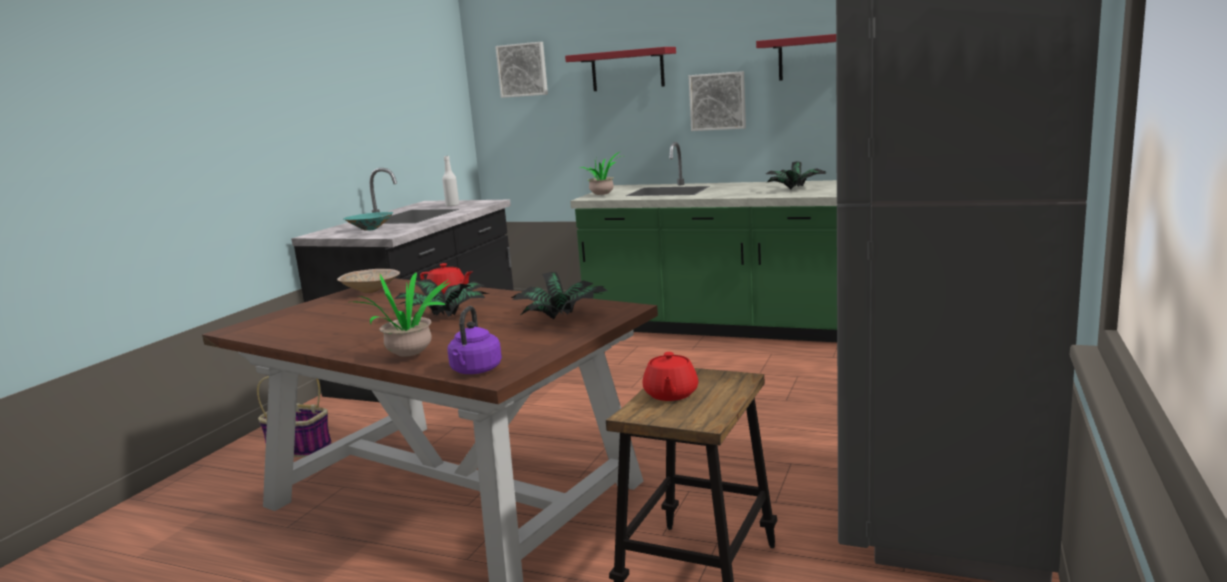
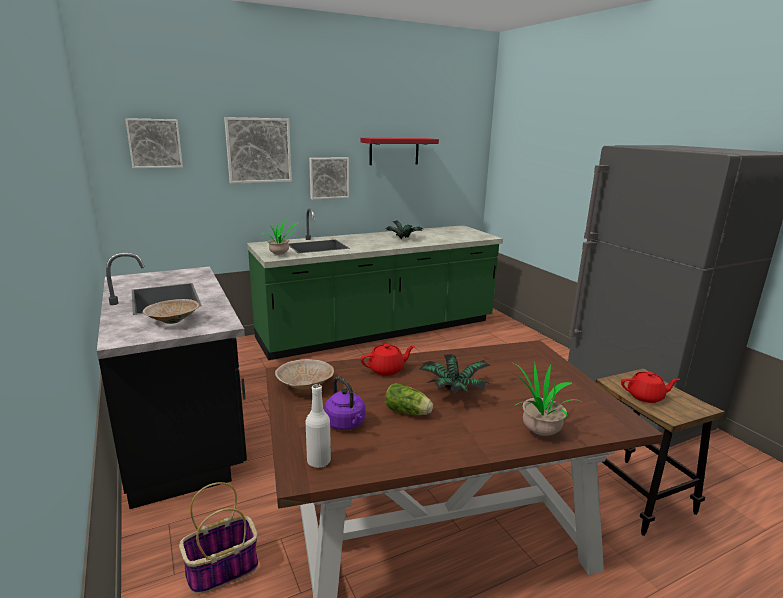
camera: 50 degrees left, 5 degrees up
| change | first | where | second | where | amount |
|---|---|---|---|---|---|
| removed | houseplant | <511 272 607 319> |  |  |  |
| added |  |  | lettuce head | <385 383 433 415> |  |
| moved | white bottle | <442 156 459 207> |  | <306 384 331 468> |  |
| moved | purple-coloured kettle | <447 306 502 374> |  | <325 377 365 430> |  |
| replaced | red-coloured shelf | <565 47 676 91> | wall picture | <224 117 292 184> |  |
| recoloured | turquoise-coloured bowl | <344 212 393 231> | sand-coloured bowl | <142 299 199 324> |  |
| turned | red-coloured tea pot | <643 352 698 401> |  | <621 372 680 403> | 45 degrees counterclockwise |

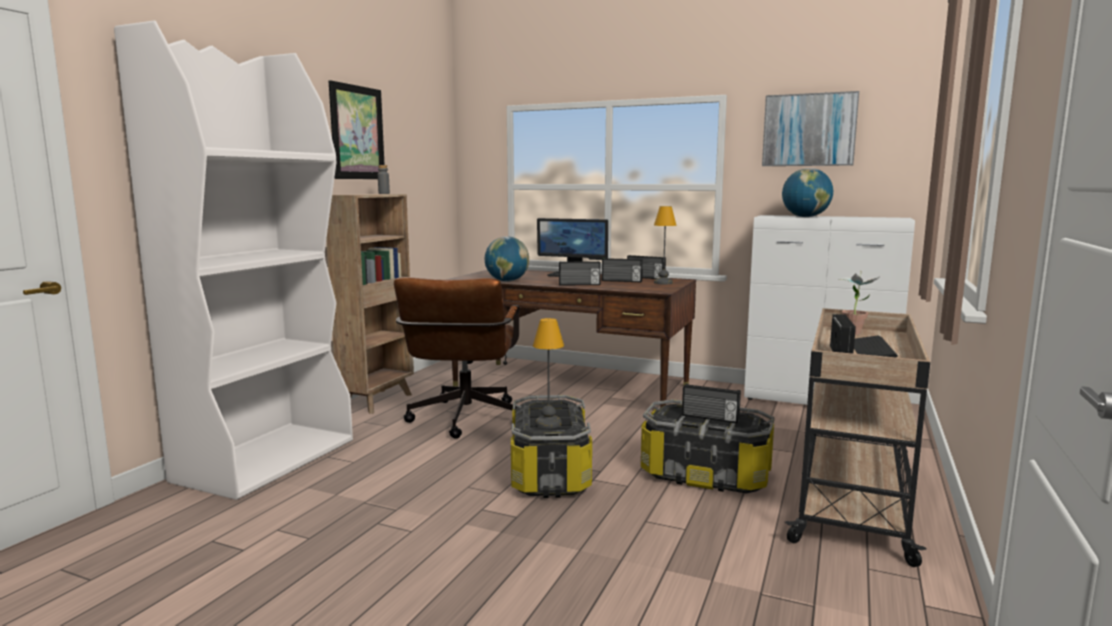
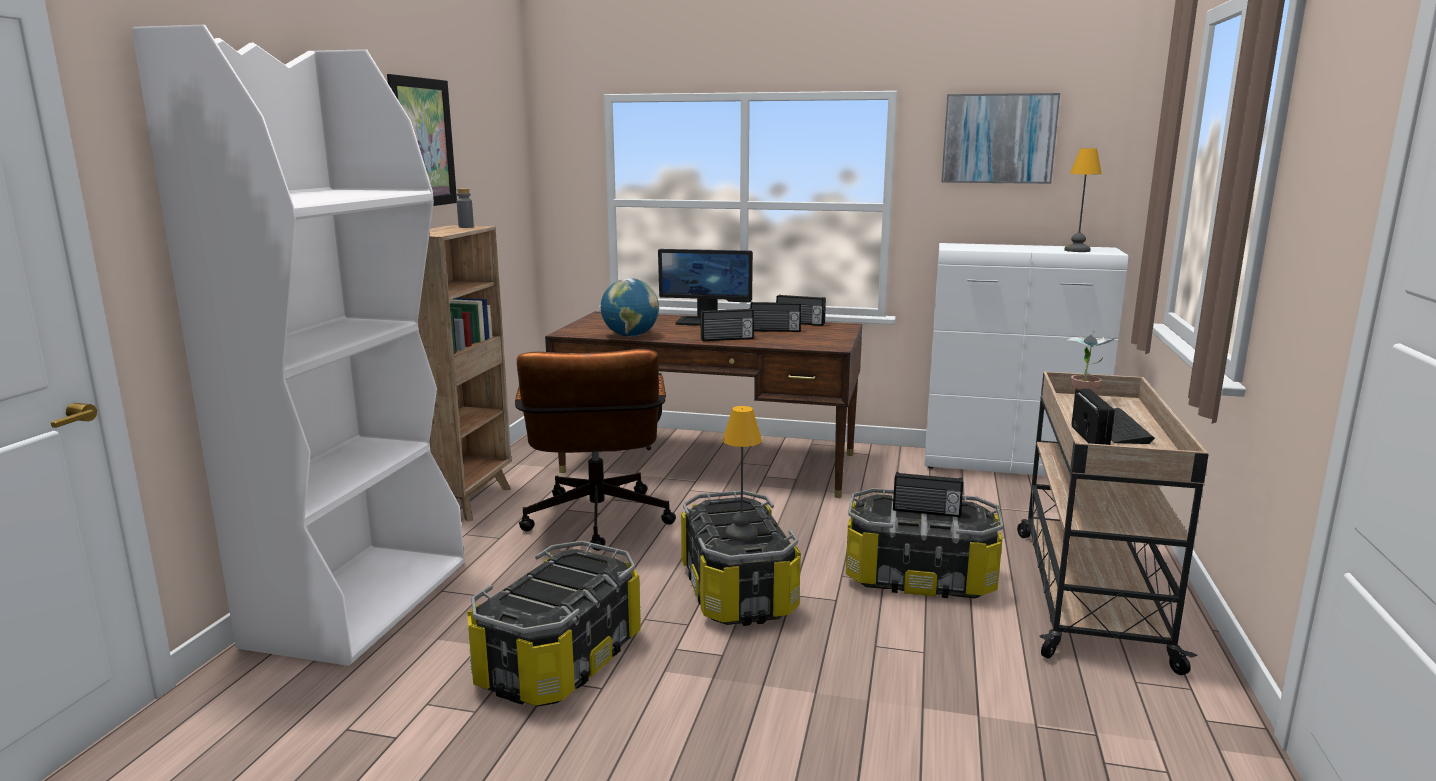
camera: 10 degrees left, 5 degrees up
| change | first | where | second | where | amount |
|---|---|---|---|---|---|
| removed | world globe | <782 168 833 217> |  |  |  |
| added |  |  | storage container | <467 541 641 707> |  |
| moved | tabletop lamp | <654 206 677 284> |  | <1064 148 1102 252> |  |

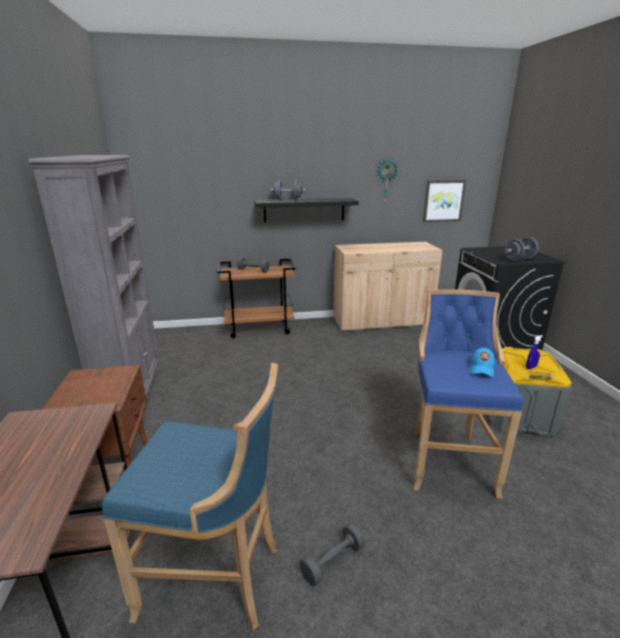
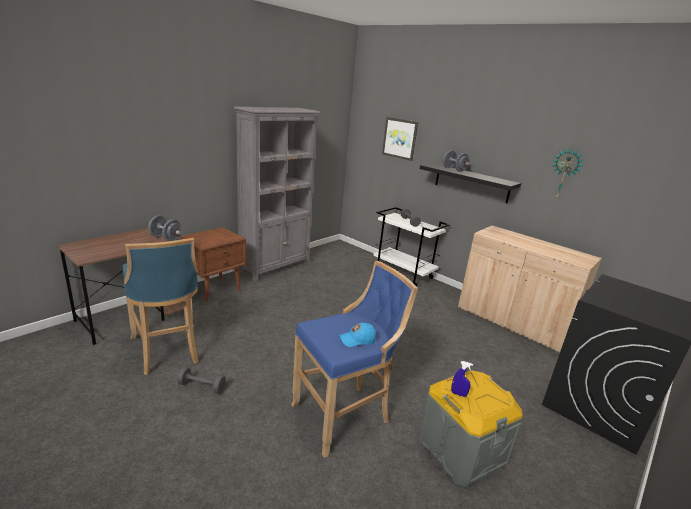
camera: 50 degrees right, 0 degrees up
| change | first | where | second | where | amount |
|---|---|---|---|---|---|
| moved | wall picture | <423 180 466 222> |  | <382 117 418 161> |  |
| moved | grey hand weight | <505 237 538 261> |  | <148 215 182 241> |  |
| recoloured | brown cart | <217 259 296 338> | white cart | <373 207 450 286> |  |

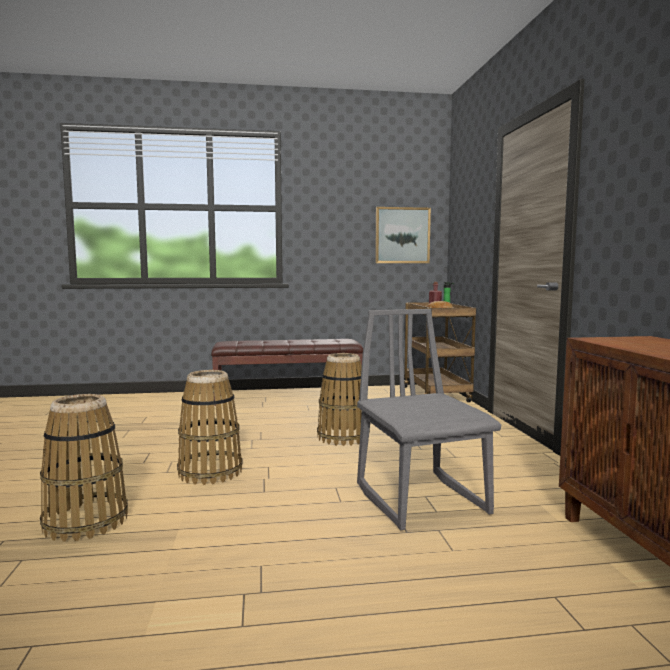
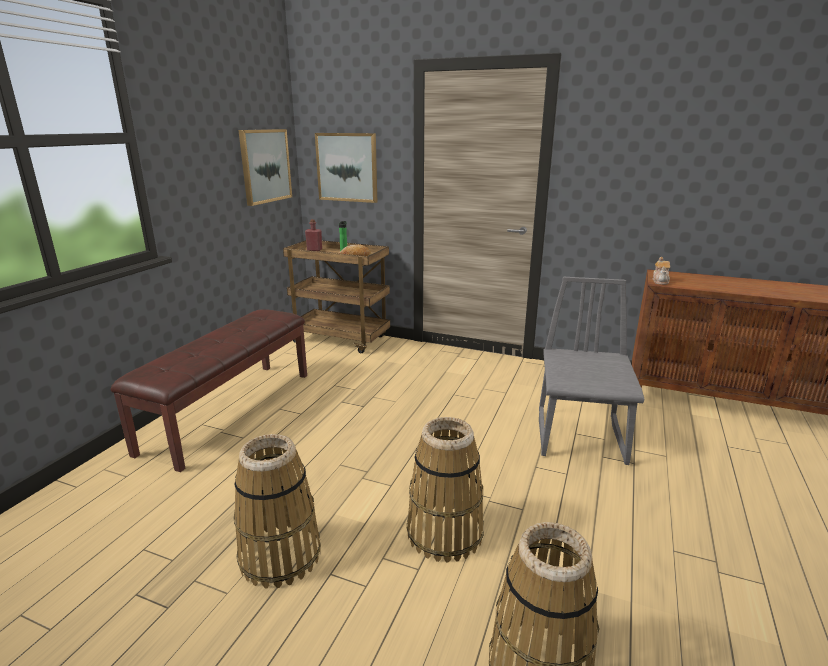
camera: 60 degrees left, 15 degrees up
| change | first | where | second | where | amount |
|---|---|---|---|---|---|
| added |  |  | wall picture | <315 133 377 203> |  |
| added |  |  | tea pot | <653 257 670 285> |  |
| moved | household basket | <317 353 370 446> |  | <234 434 321 588> |  |
| turned | grey plain chair | <357 309 501 530> |  | <539 277 645 465> | 90 degrees clockwise |

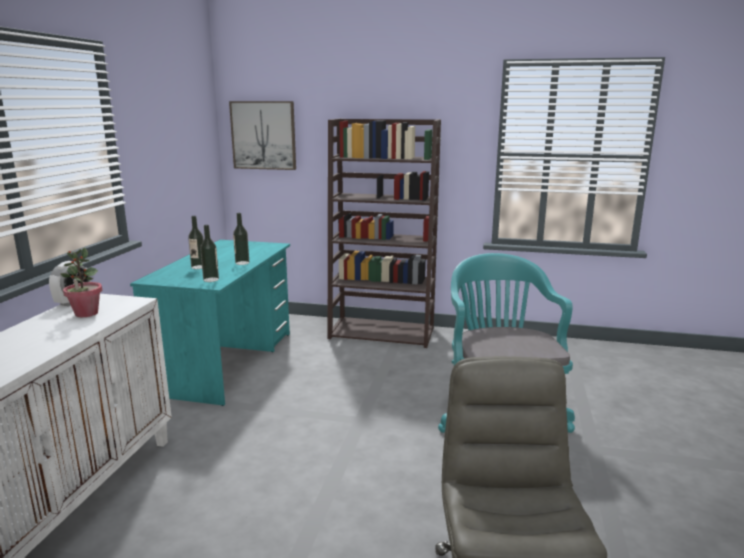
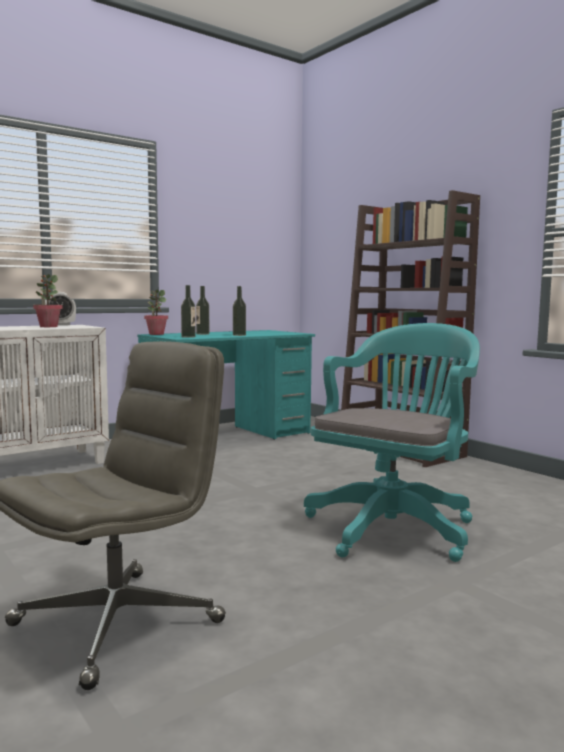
camera: 40 degrees right, 10 degrees down
| change | first | where | second | where | amount |
|---|---|---|---|---|---|
| removed | wall picture | <229 101 296 170> |  |  |  |
| added |  |  | houseplant | <144 289 168 335> |  |

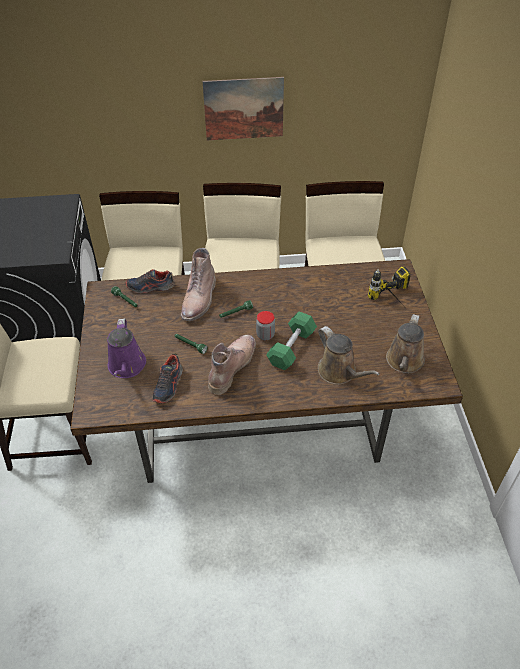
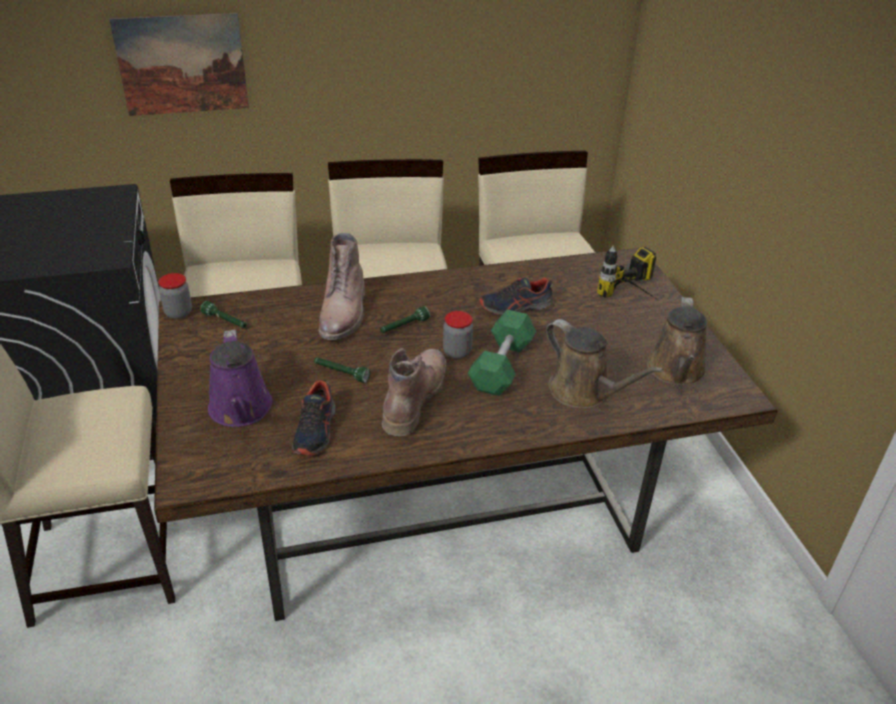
camera: 10 degrees left, 10 degrees down
| change | first | where | second | where | amount |
|---|---|---|---|---|---|
| added |  |  | storage jar | <158 273 192 319> |  |
| moved | shoe | <126 269 175 293> |  | <480 277 554 315> |  |
| moved | wall picture | <202 77 284 141> |  | <109 13 249 116> |  |

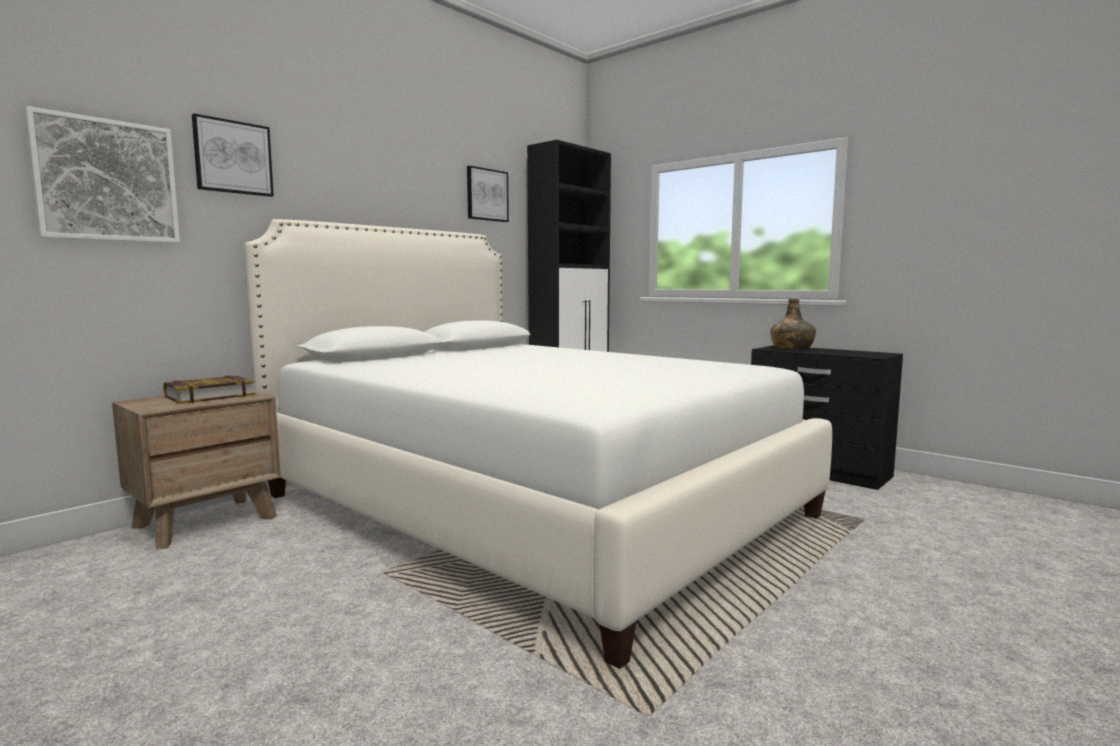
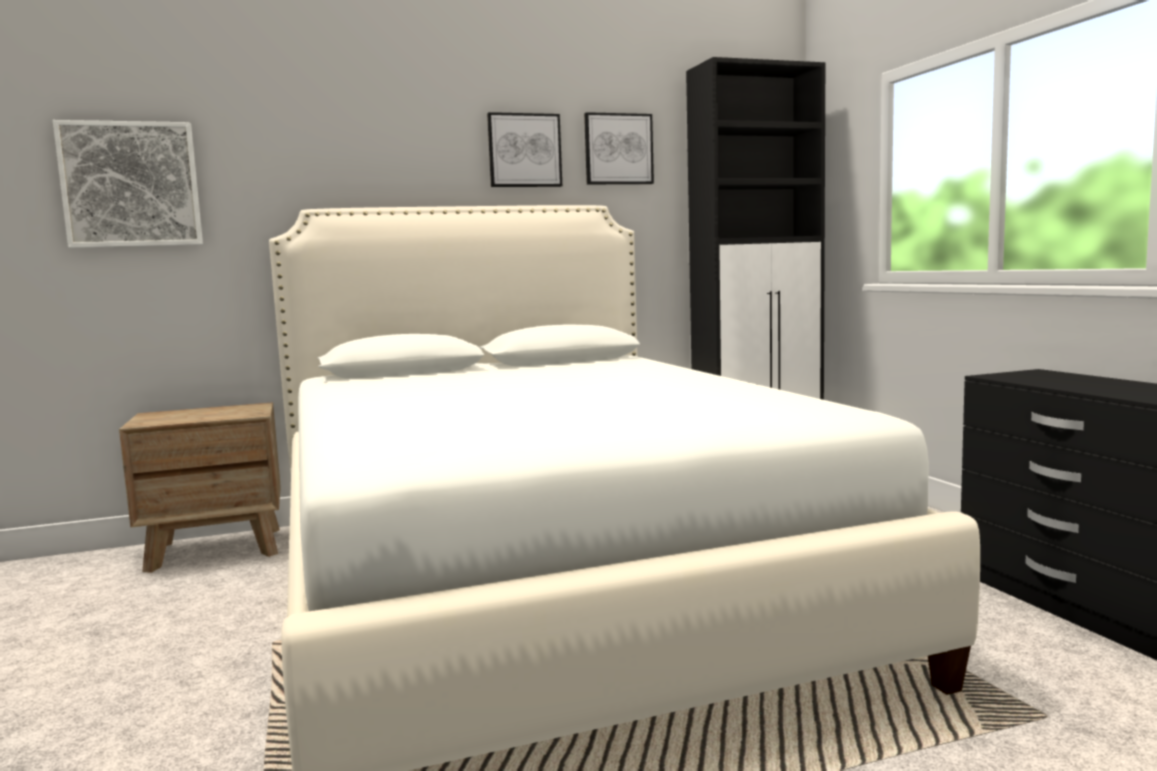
camera: 30 degrees right, 0 degrees up
| change | first | where | second | where | amount |
|---|---|---|---|---|---|
| removed | volume | <163 376 256 404> |  |  |  |
| removed | green bottle | <770 299 816 349> |  |  |  |
| moved | wall picture | <192 113 274 197> |  | <487 112 562 187> |  |

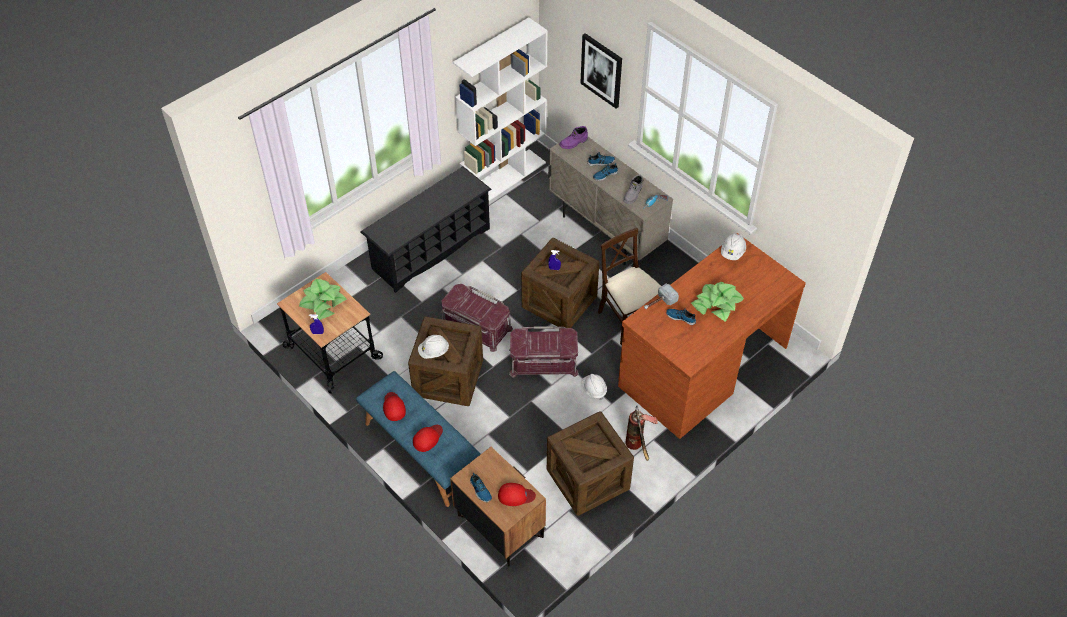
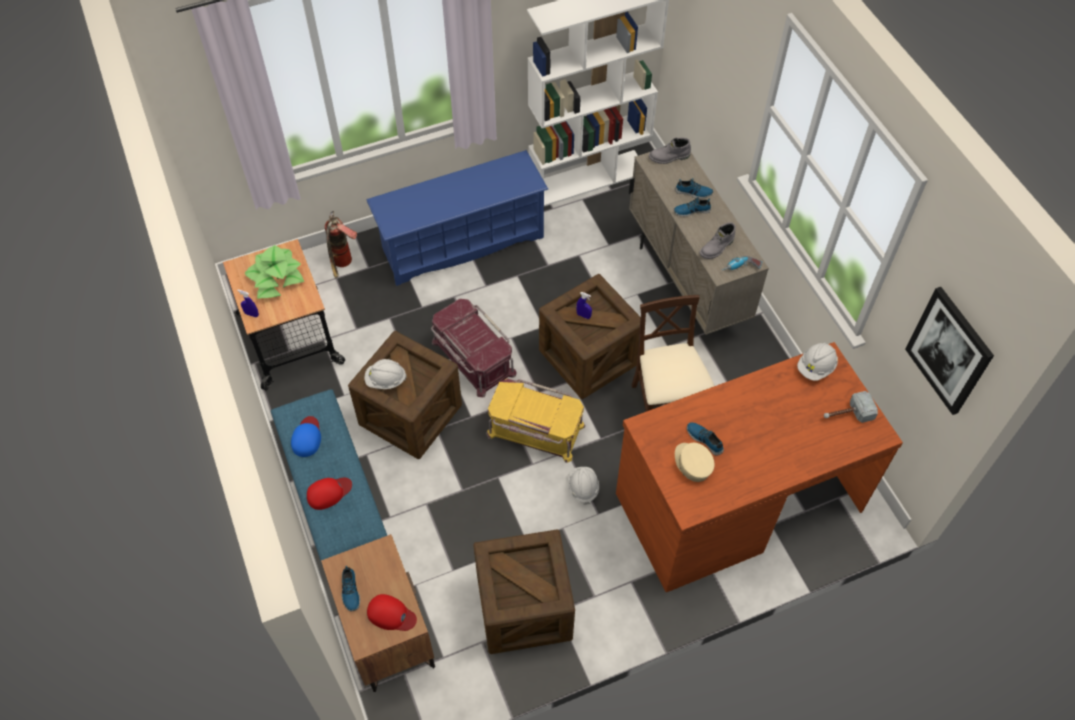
camera: 20 degrees right, 5 degrees up
| change | first | where | second | where | amount |
|---|---|---|---|---|---|
| removed | houseplant | <691 282 744 322> |  |  |  |
| added |  |  | sand-coloured baseball cap | <675 443 714 482> |  |
| moved | wall picture | <580 33 622 109> |  | <905 287 994 415> |  |
| moved | extinguisher | <625 406 658 461> |  | <325 211 357 279> |  |
| moved | hand hammer | <644 284 679 309> |  | <824 391 878 423> |  |
| recoloured | blackish shoe shelf | <360 166 491 293> | blue shoe shelf | <366 150 548 286> |  |
| recoloured | red-coloured baseball cap | <383 392 406 421> | blue baseball cap | <291 416 321 457> |  |
| recoloured | red-coloured storage container | <509 326 579 378> | yellowish storage container | <486 378 585 463> |  |
| recoloured | purple-coloured high-top boot | <559 126 588 149> | grey high-top boot | <649 138 691 164> |  |

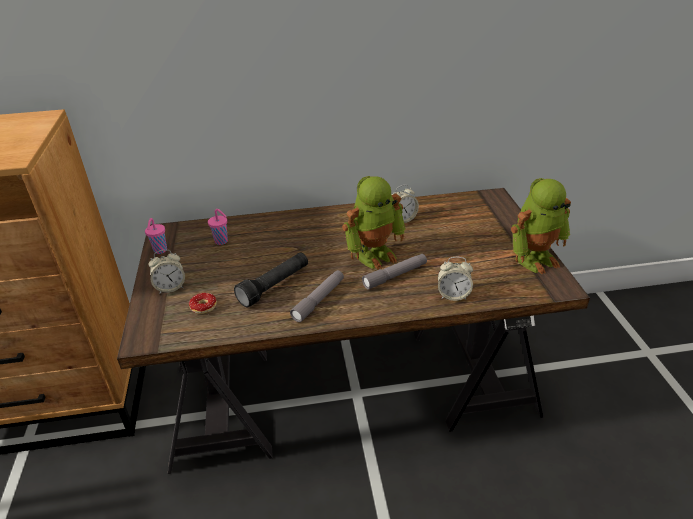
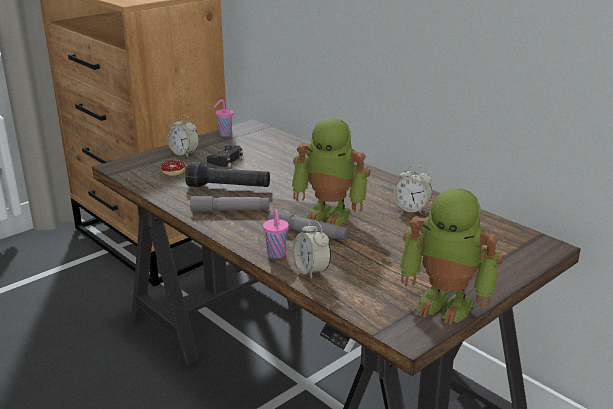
camera: 55 degrees right, 10 degrees down
| change | first | where | second | where | amount |
|---|---|---|---|---|---|
| added |  |  | blackish gamepad | <207 145 243 167> |  |
| moved | pink-coloured small cup | <208 209 228 245> |  | <263 209 289 259> |  |

